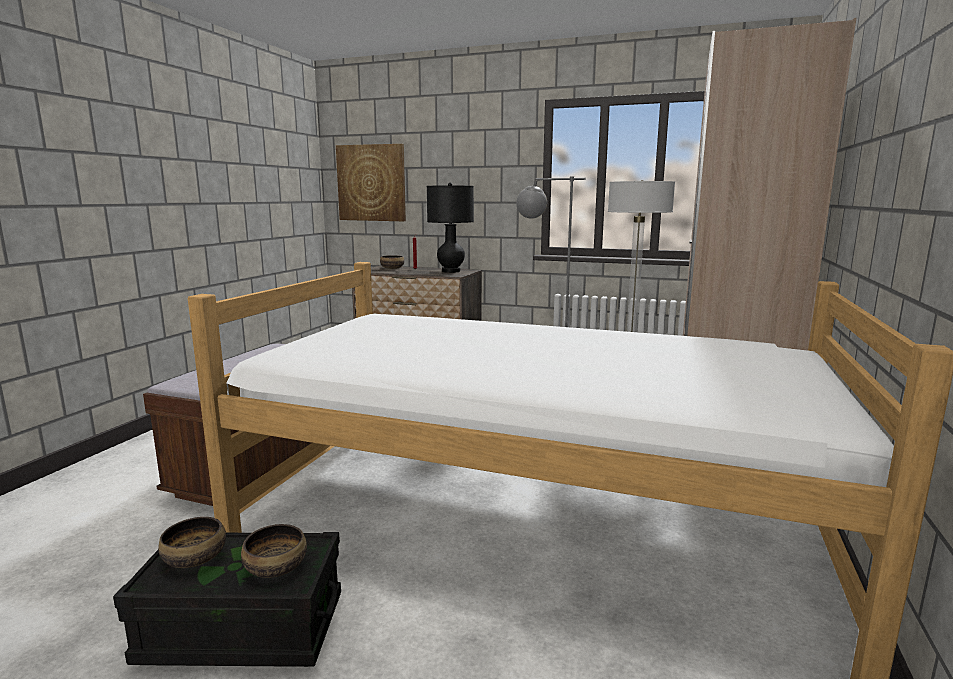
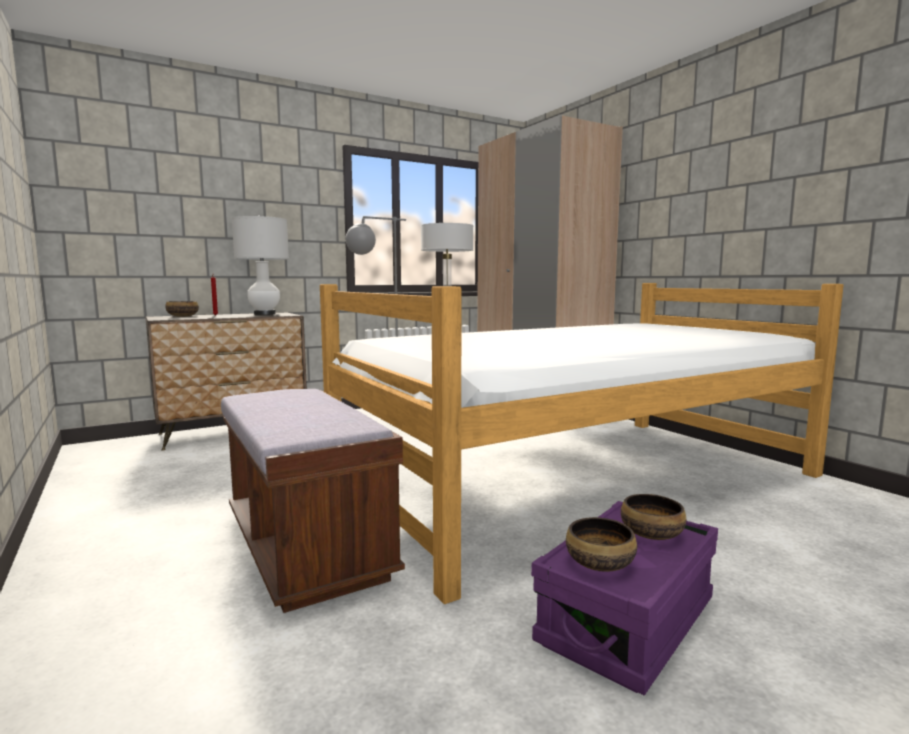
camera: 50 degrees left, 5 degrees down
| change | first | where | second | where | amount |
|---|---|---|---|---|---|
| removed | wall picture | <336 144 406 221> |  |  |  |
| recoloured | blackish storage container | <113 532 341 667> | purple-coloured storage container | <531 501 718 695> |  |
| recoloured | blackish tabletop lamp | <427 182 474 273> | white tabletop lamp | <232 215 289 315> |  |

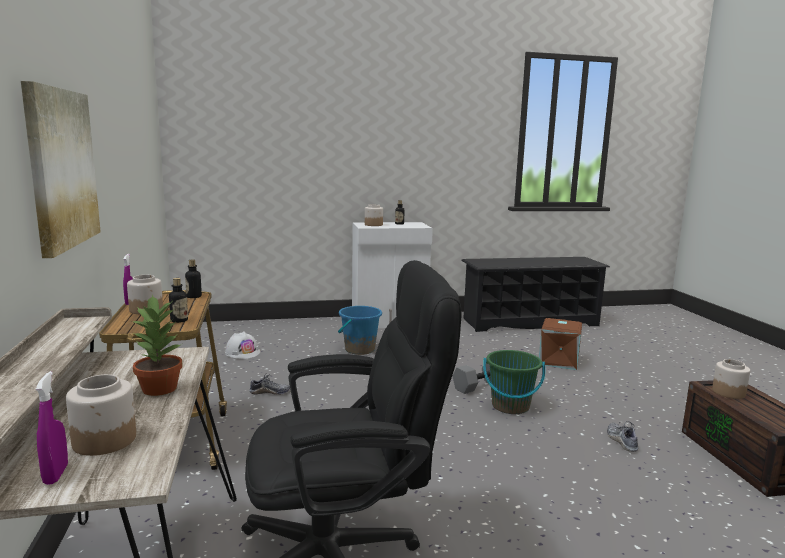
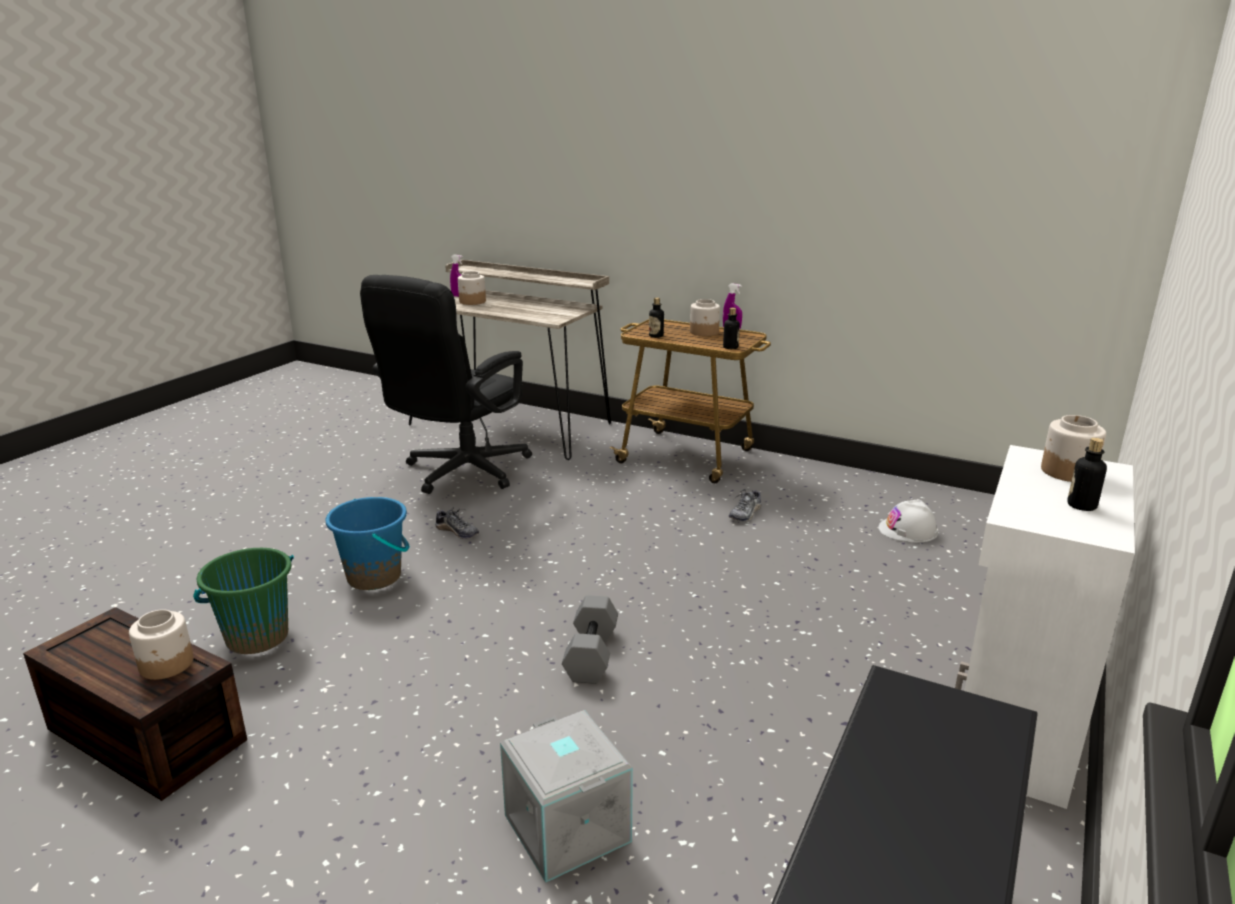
camera: 130 degrees right, 10 degrees up
| change | first | where | second | where | amount |
|---|---|---|---|---|---|
| removed | wall picture | <21 81 101 258> |  |  |  |
| removed | houseplant | <132 295 183 396> |  |  |  |
| moved | blue bucket | <338 306 382 355> |  | <326 497 410 590> |  |
| moved | green bucket | <483 350 545 414> |  | <193 548 294 654> |  |
| moved | shoe | <607 421 638 452> |  | <435 507 479 539> |  |
| recoloured | brown storage container | <539 318 582 370> | grey storage container | <500 710 633 883> |  |

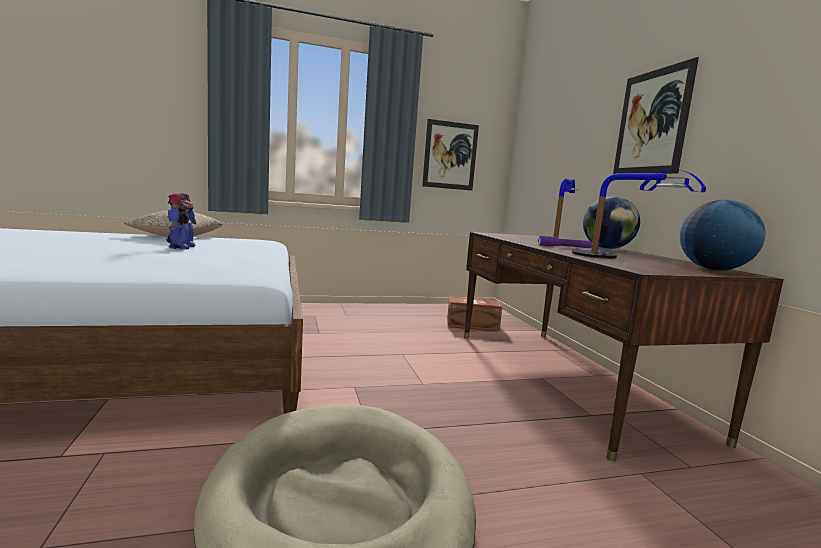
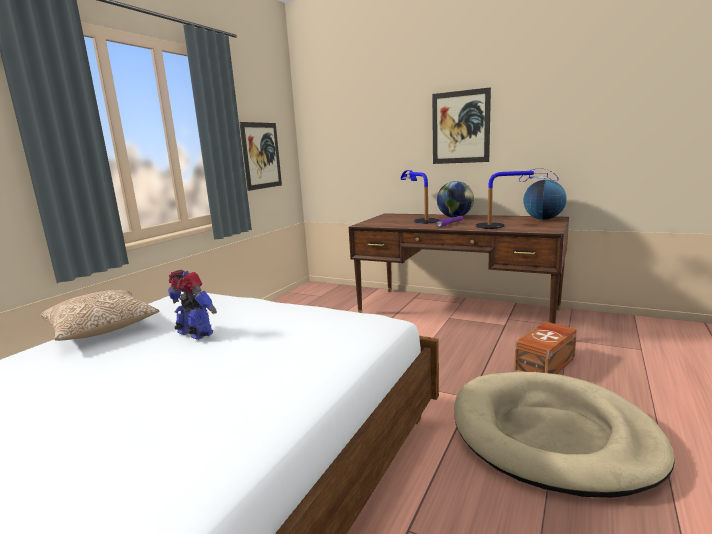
camera: 45 degrees left, 5 degrees up
| change | first | where | second | where | amount |
|---|---|---|---|---|---|
| moved | brown storage container | <447 296 502 332> |  | <514 321 577 374> |  |

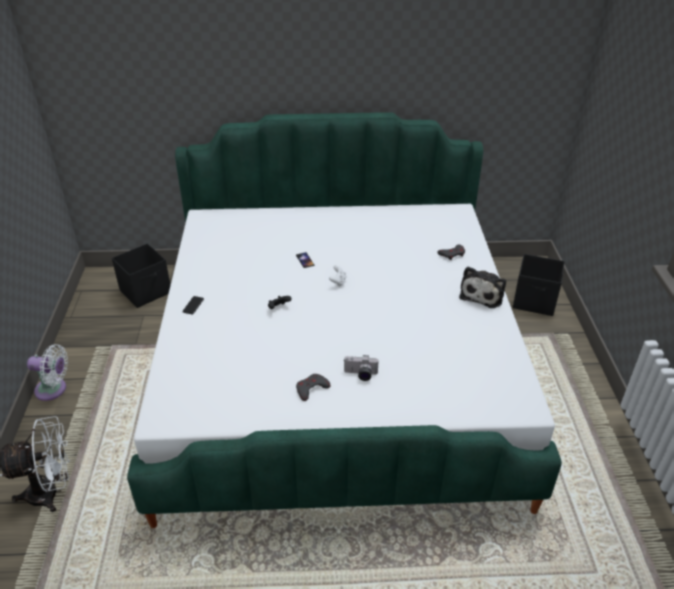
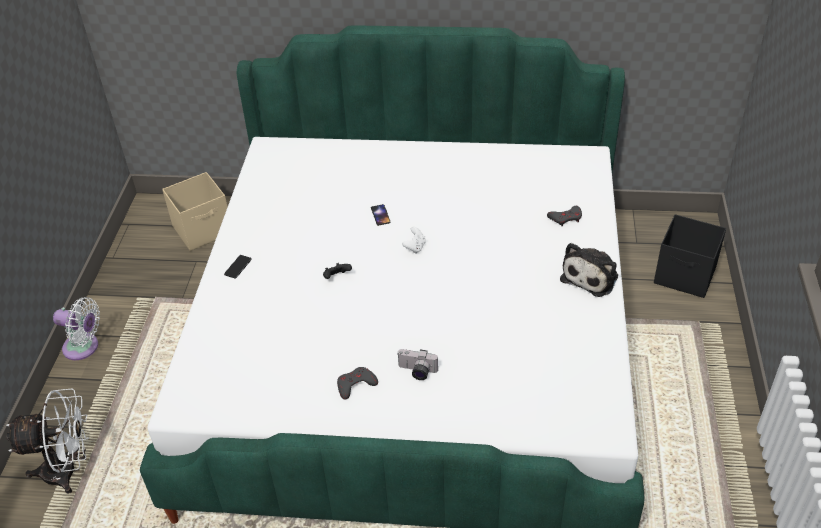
camera: 10 degrees right, 5 degrees up
| change | first | where | second | where | amount |
|---|---|---|---|---|---|
| recoloured | blackish storage container | <112 243 170 308> | sand-coloured storage container | <162 172 227 251> |  |

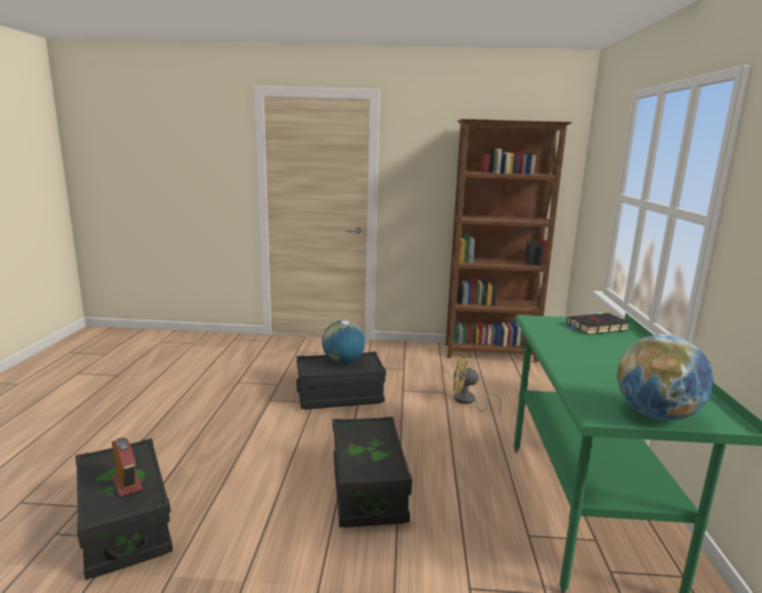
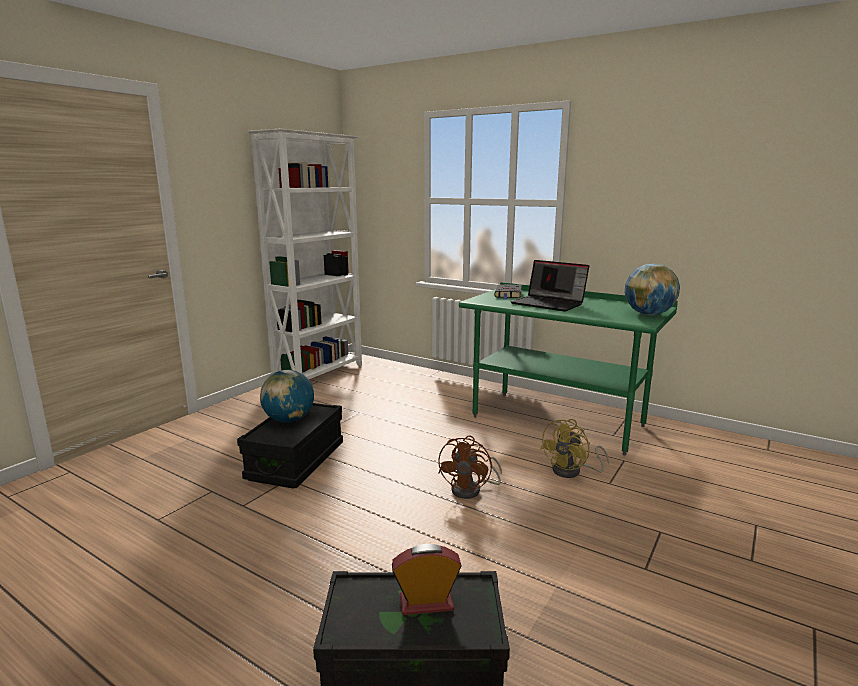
camera: 60 degrees left, 0 degrees up
| change | first | where | second | where | amount |
|---|---|---|---|---|---|
| added |  |  | laptop | <511 260 589 312> |  |
| moved | yellowish cooling fan | <453 355 501 412> |  | <540 419 609 478> |  |
| replaced | blackish storage container | <333 417 412 528> | brown cooling fan | <438 435 502 499> |  |
| recoloured | brown bookshelf | <446 119 572 362> | white bookshelf | <247 129 362 380> |  |

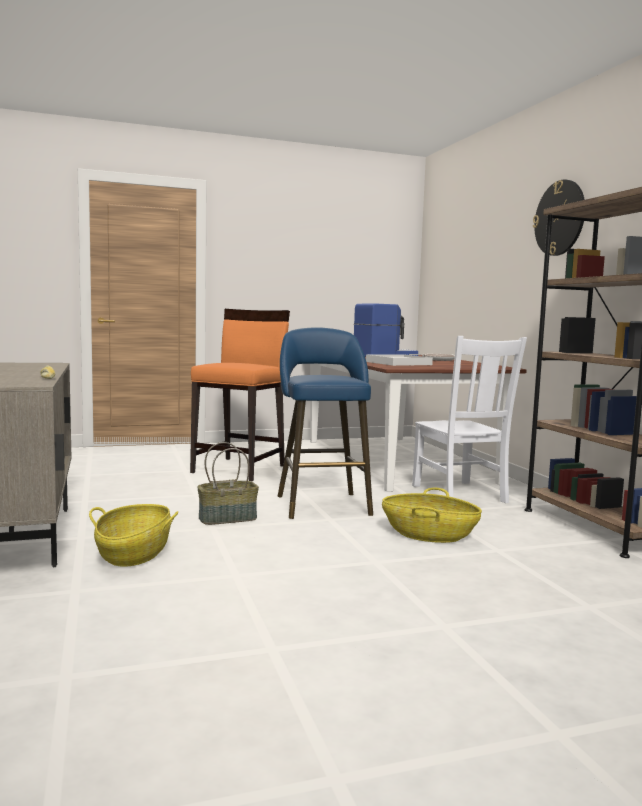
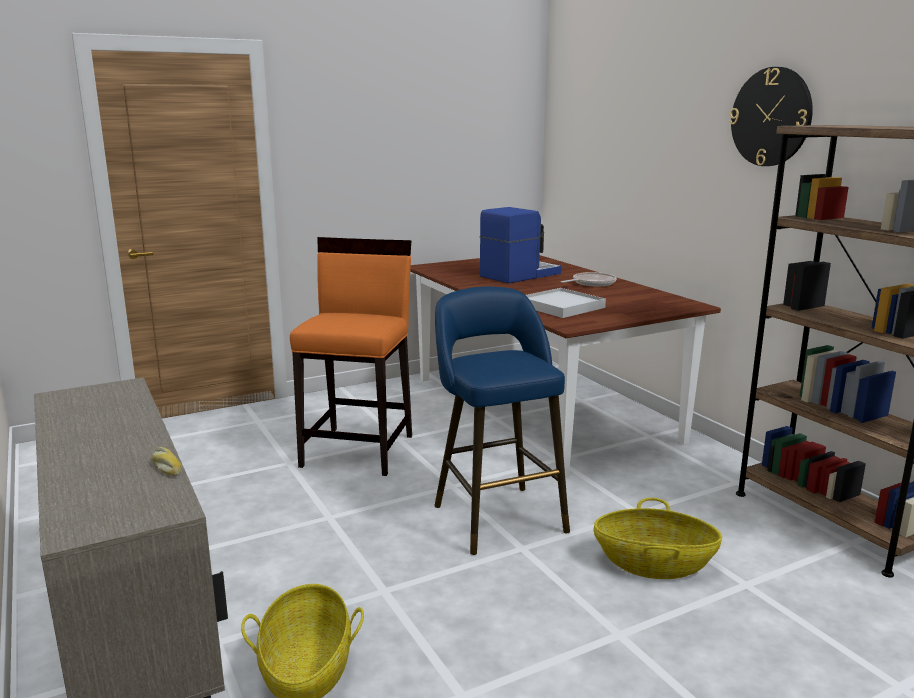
camera: 10 degrees left, 10 degrees up
| change | first | where | second | where | amount |
|---|---|---|---|---|---|
| removed | household basket | <197 442 259 525> |  |  |  |
| removed | white plain chair | <412 336 527 503> |  |  |  |

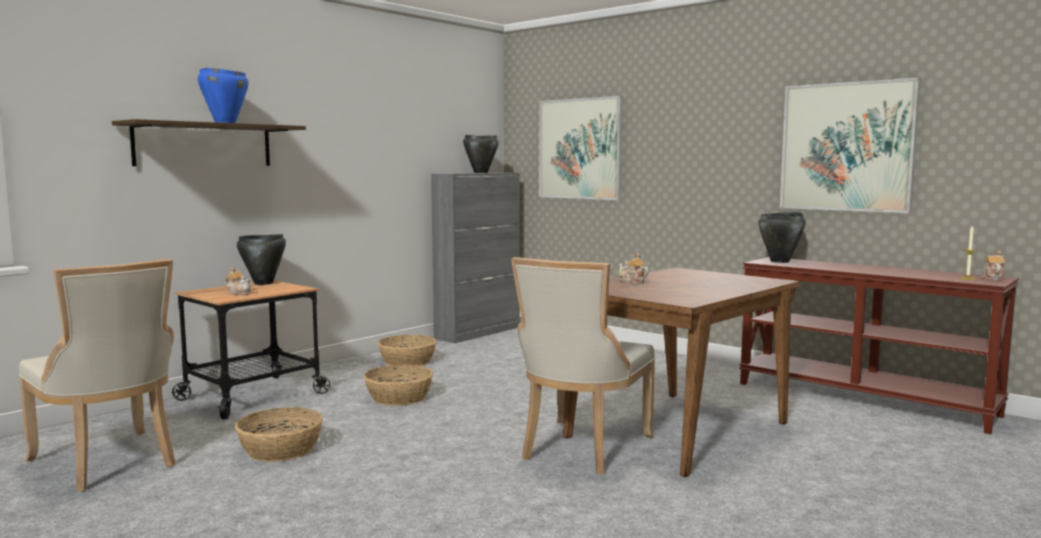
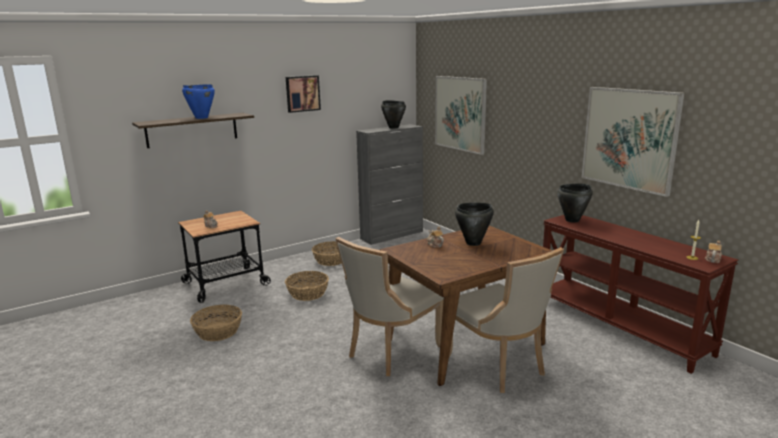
camera: 15 degrees right, 10 degrees up
| change | first | where | second | where | amount |
|---|---|---|---|---|---|
| added |  |  | wall picture | <286 75 321 113> |  |
| moved | sand-coloured plain chair | <19 259 176 491> |  | <449 247 564 393> |  |
| moved | blackish cooking pot | <237 234 286 285> |  | <455 203 494 246> |  |

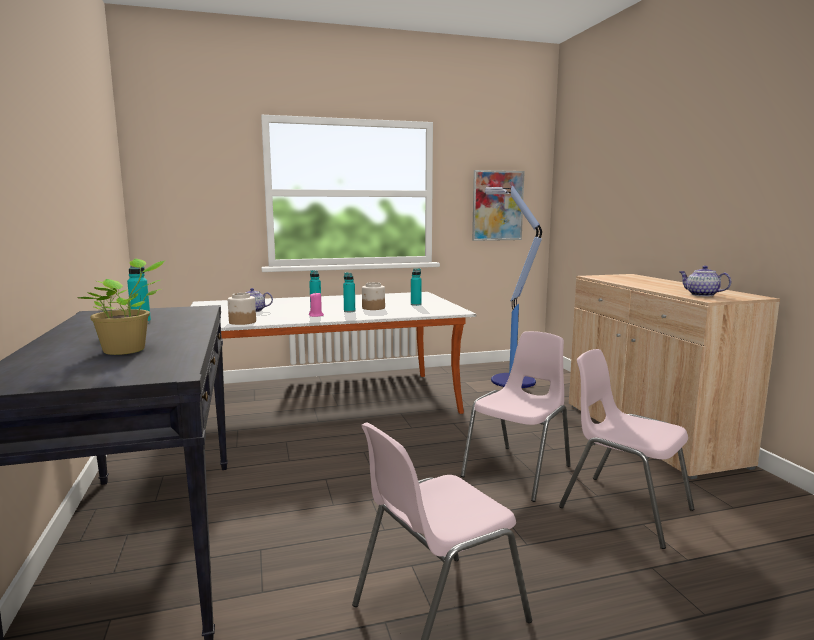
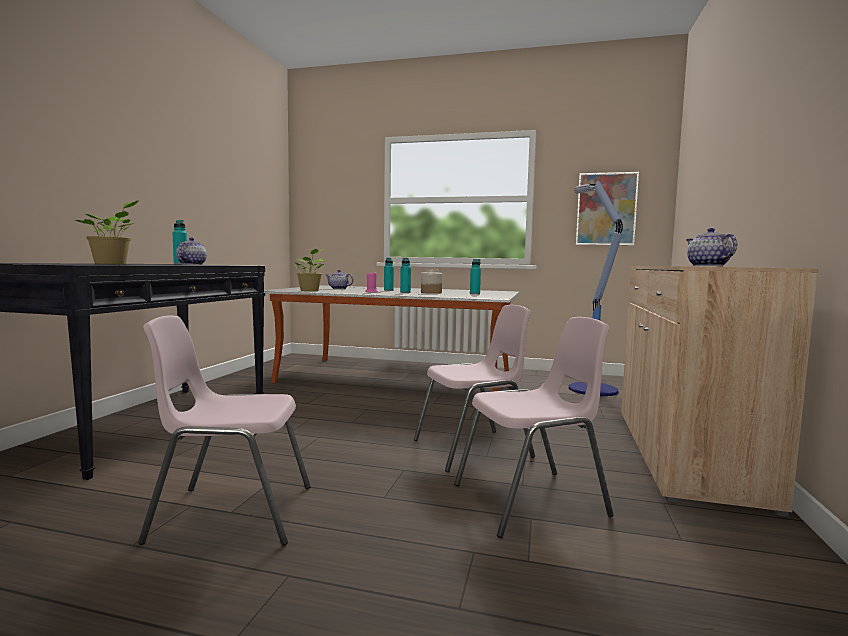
camera: 30 degrees right, 5 degrees down
| change | first | where | second | where | amount |
|---|---|---|---|---|---|
| added |  |  | tea pot | <176 237 207 265> |  |
| replaced | storage jar | <228 293 256 325> | houseplant | <295 249 327 291> |  |
| turned | pink-coloured plain chair | <559 349 694 549> |  | <454 317 614 538> | 90 degrees clockwise |

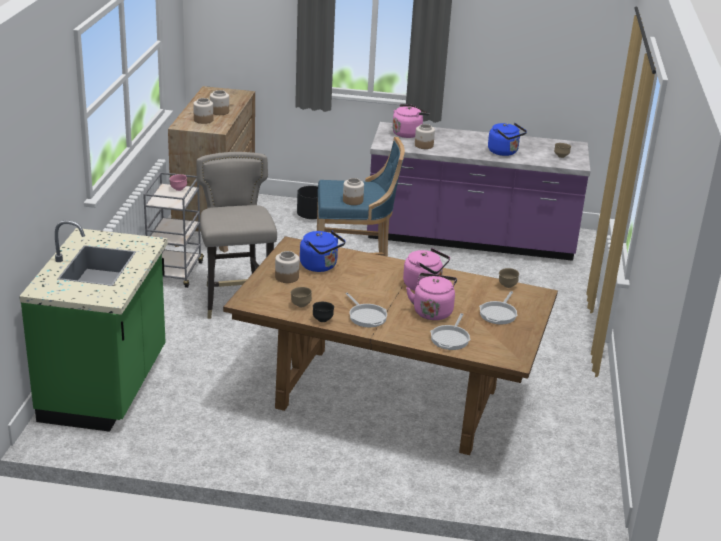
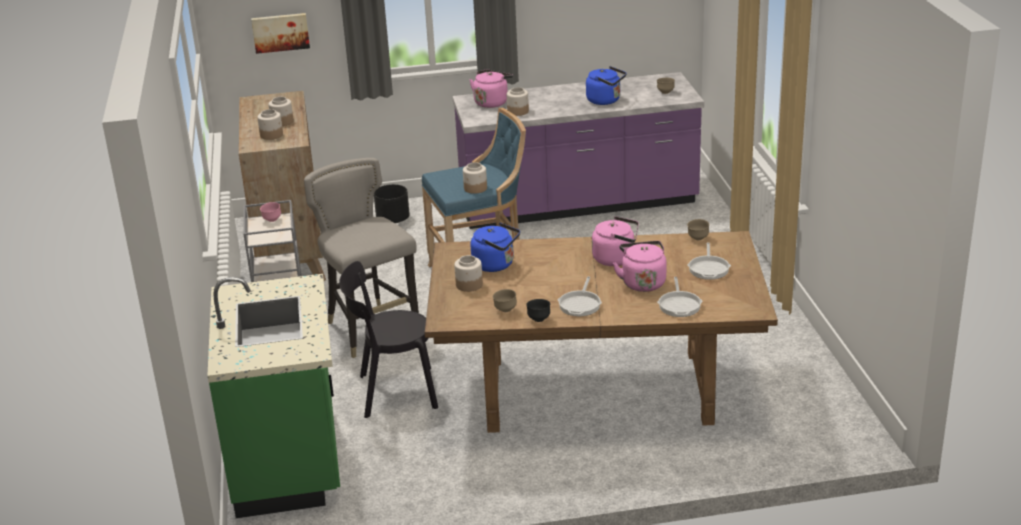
camera: 15 degrees left, 0 degrees up
| change | first | where | second | where | amount |
|---|---|---|---|---|---|
| added |  |  | wall picture | <251 13 310 54> |  |
| added |  |  | blackish plain chair | <339 261 438 418> |  |
| turned | frying pan | <345 293 387 327> |  | <558 277 602 316> | 60 degrees clockwise |

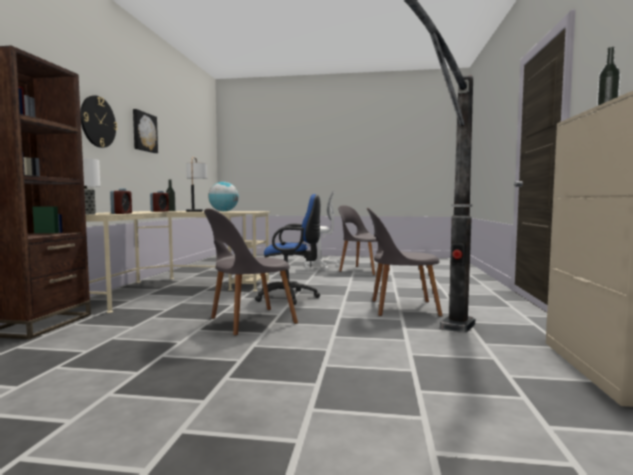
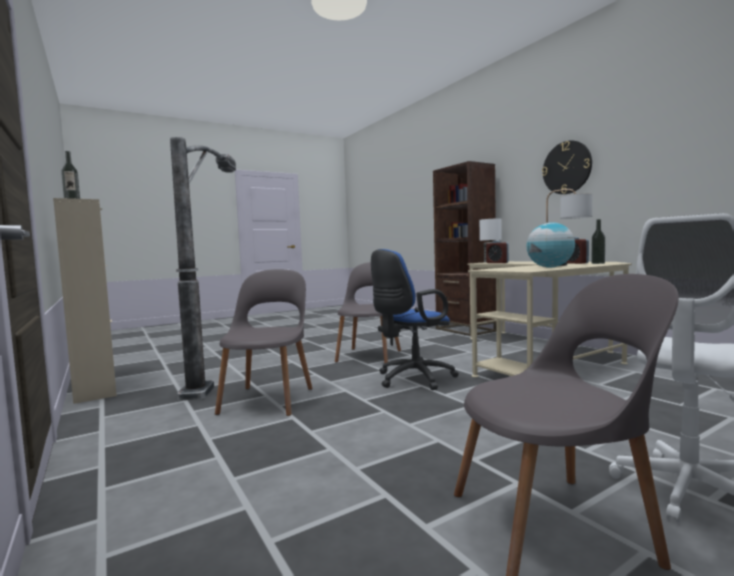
camera: 140 degrees right, 0 degrees up
| change | first | where | second | where | amount |
|---|---|---|---|---|---|
| removed | wall picture | <133 109 158 153> |  |  |  |
| turned | grey plain chair | <367 207 443 317> |  | <215 269 313 416> | 45 degrees counterclockwise |

